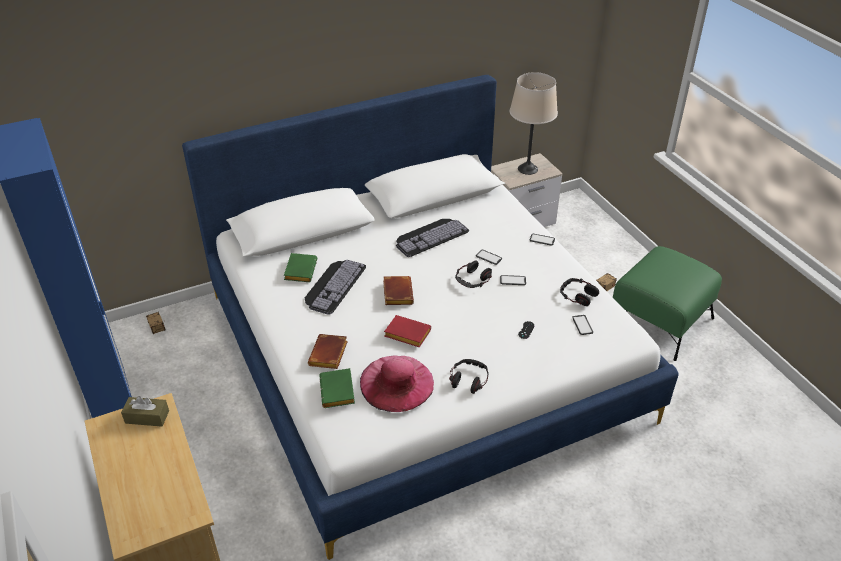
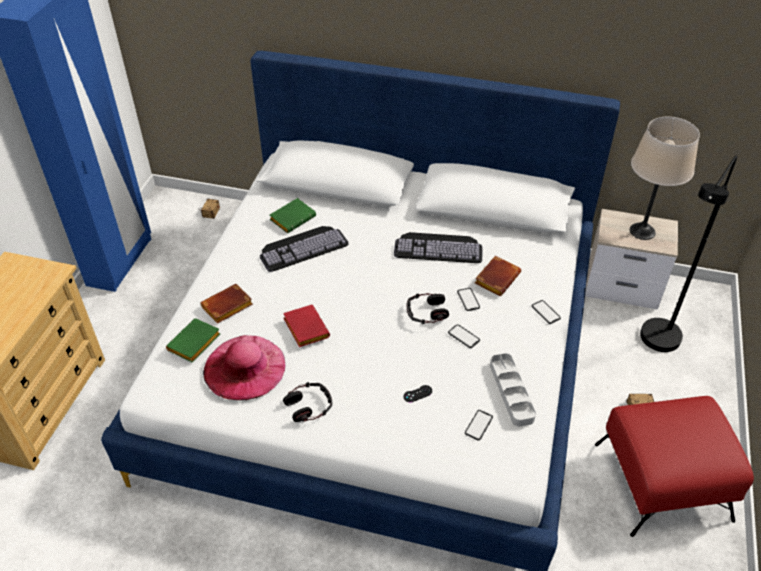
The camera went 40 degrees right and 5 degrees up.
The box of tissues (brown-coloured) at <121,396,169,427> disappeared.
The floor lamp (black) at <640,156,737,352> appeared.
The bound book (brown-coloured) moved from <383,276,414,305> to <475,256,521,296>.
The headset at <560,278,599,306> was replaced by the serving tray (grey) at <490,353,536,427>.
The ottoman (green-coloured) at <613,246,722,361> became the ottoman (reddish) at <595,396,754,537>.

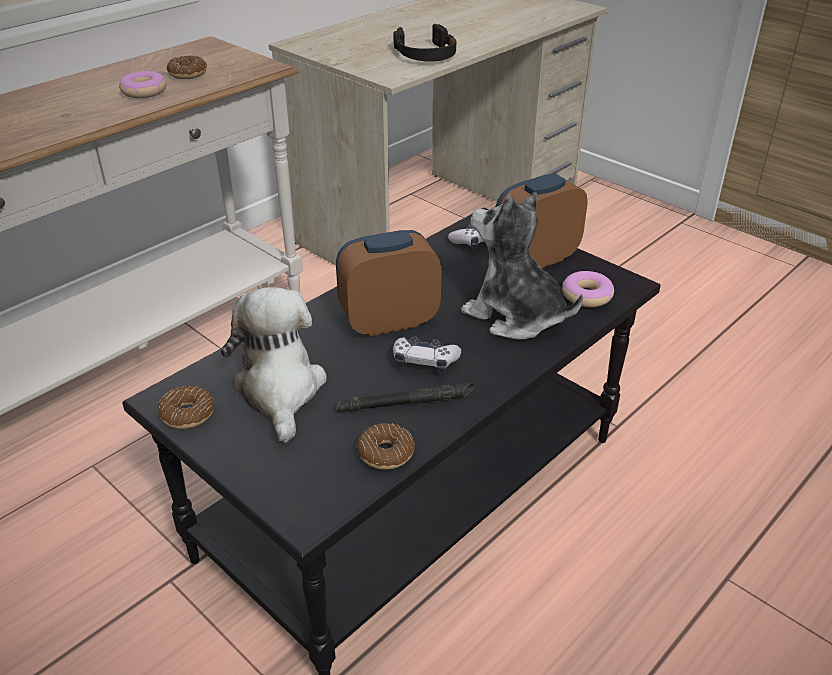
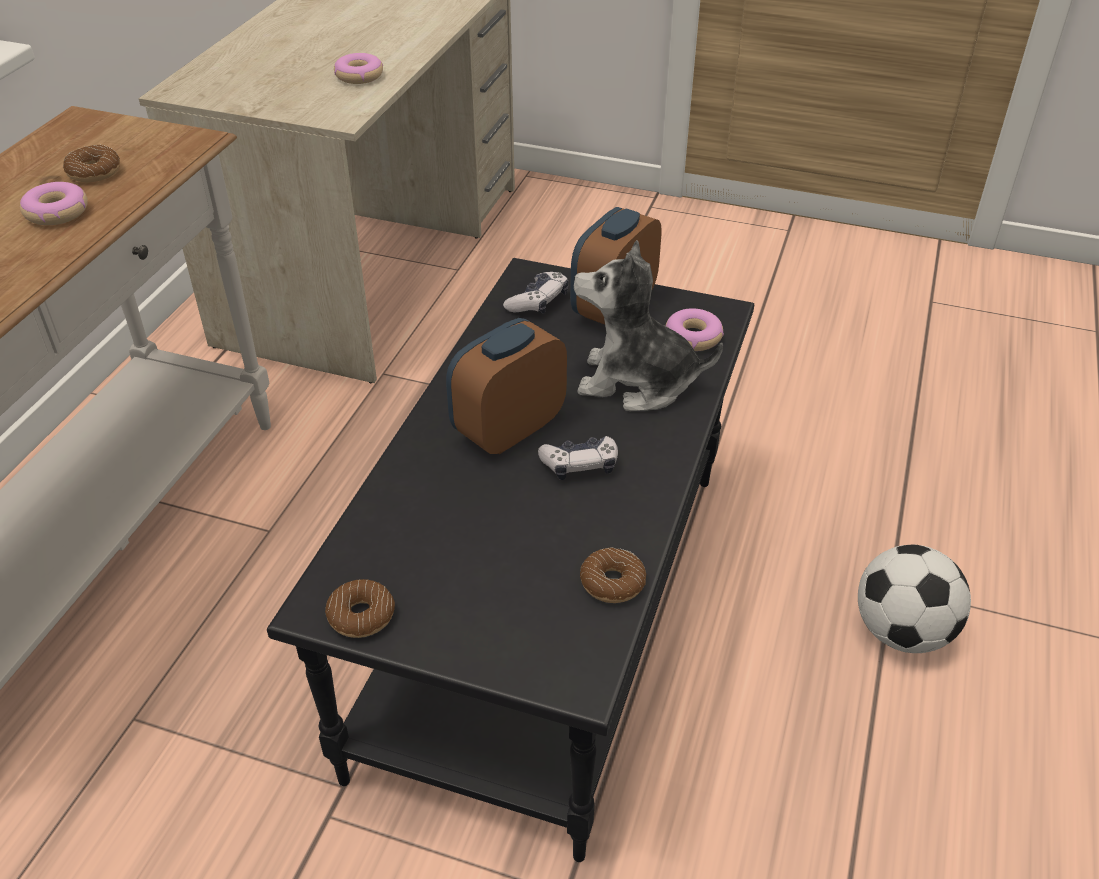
The camera went 25 degrees left and 5 degrees up.
The cuddly toy at <221,287,327,443> disappeared.
The hand torch (black) at <336,382,475,412> disappeared.
The football at <858,545,971,653> appeared.
The headset (black) at <393,24,456,62> was replaced by the ring doughnut at <334,53,383,84>.

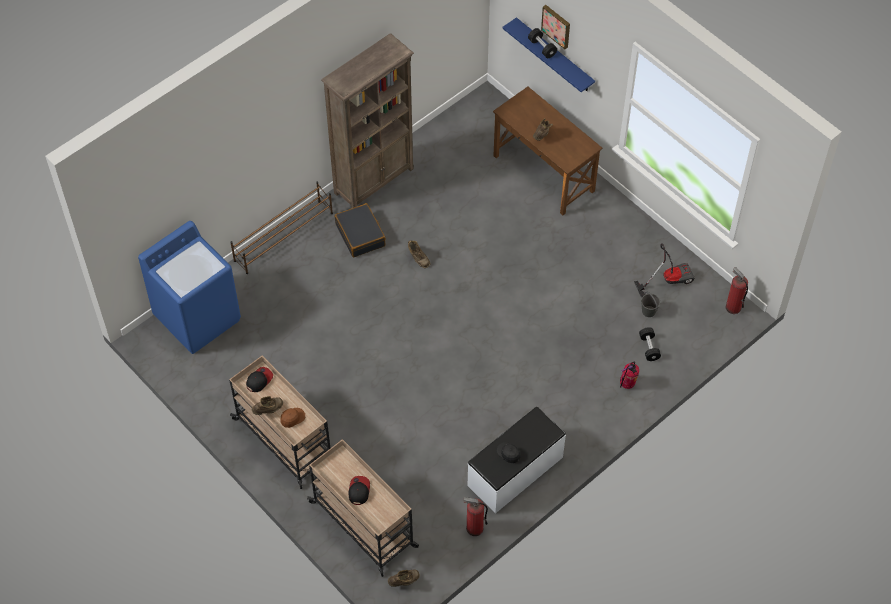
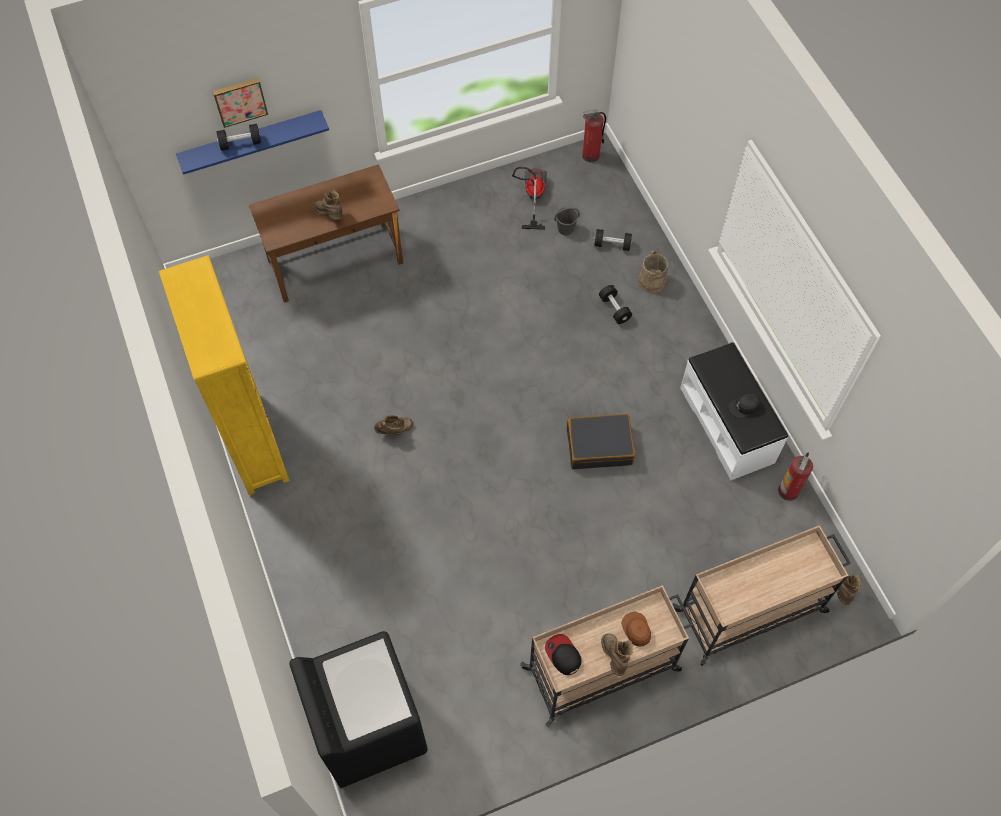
The camera went 70 degrees left and 5 degrees up.
The shoe rack (brown-coloured) at <230,181,333,274> disappeared.
The baseball cap at <348,476,370,505> disappeared.
The dumbbell (black) at <599,285,632,324> appeared.
The travel case (black) moved from <335,203,386,258> to <567,414,635,469>.
The fire extinguisher at <620,362,639,389> was replaced by the water bucket (beige) at <638,250,668,293>.
The washing machine (bluish) at <138,221,241,354> became the washing machine (black) at <289,631,428,789>.
The bookcase (brown-coloured) at <321,33,414,209> became the bookcase (yellowish) at <159,255,290,495>.

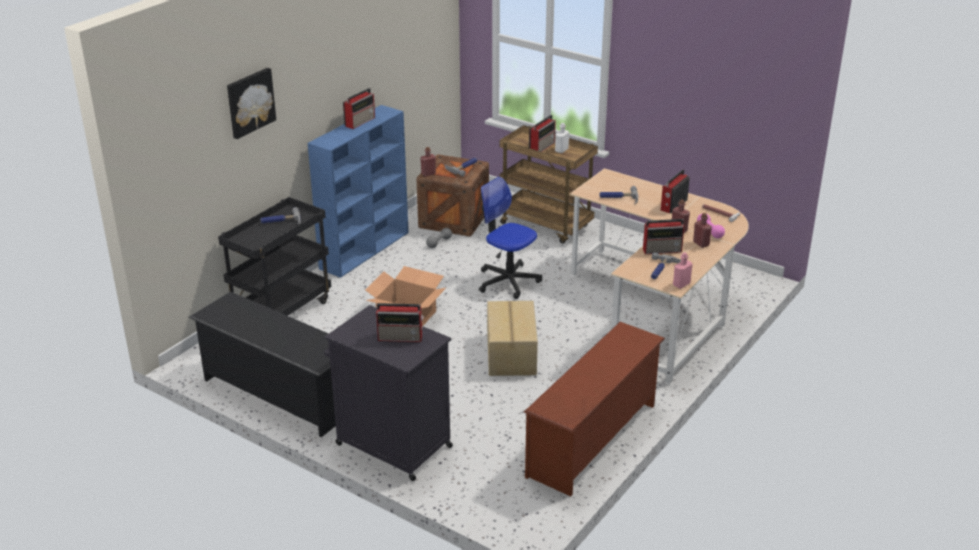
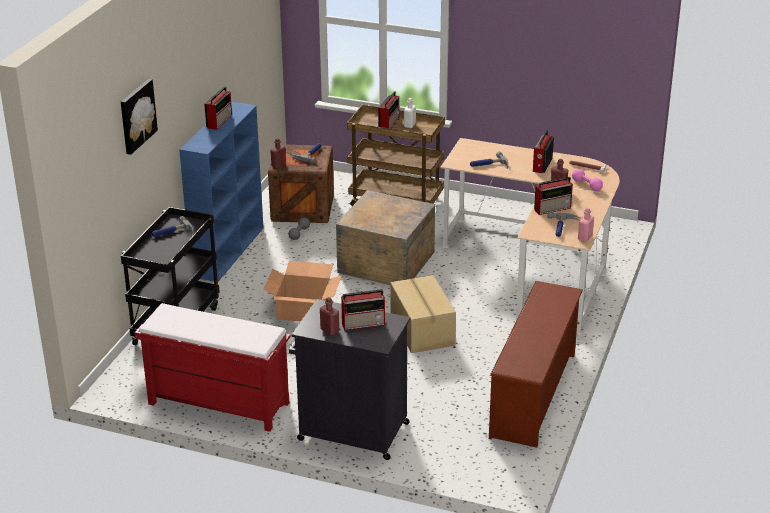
The camera went 15 degrees left and 0 degrees up.
The drink bottle (reddish) moved from <693,213,712,248> to <320,297,339,335>.
The shoe rack (black) at <189,292,336,437> was replaced by the long seat (reddish) at <135,303,291,432>.
The desk chair at <479,177,542,299> was replaced by the crate at <336,190,435,285>.

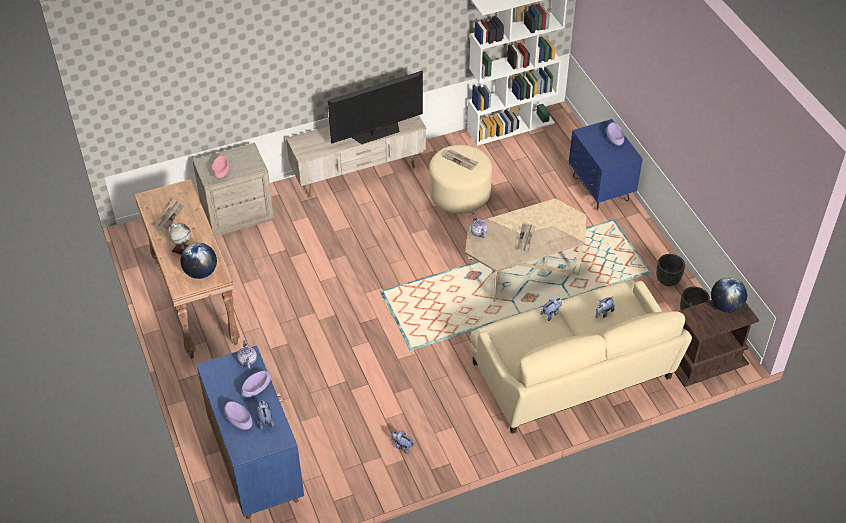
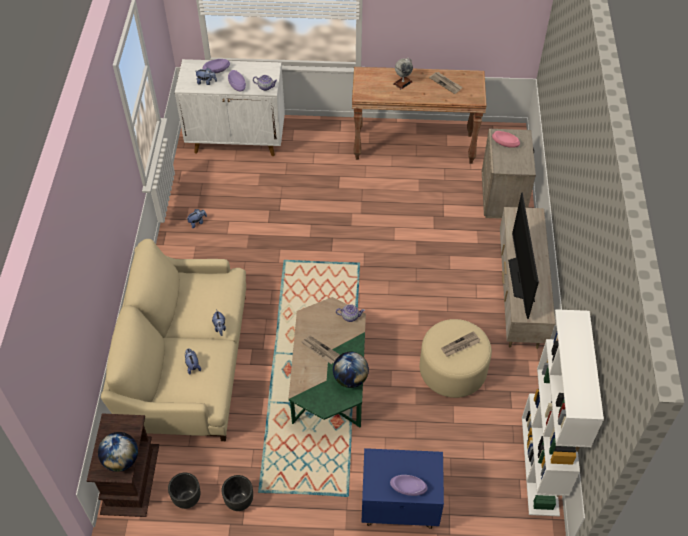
The camera went 115 degrees right and 5 degrees up.
The world globe moved from <180,243,217,279> to <333,352,369,388>.
The storage cabinet (bluish) at <196,345,304,519> became the storage cabinet (white-coloured) at <175,59,285,156>.
The coffee table (beige) at <465,198,586,302> became the coffee table (green-coloured) at <289,297,366,427>.

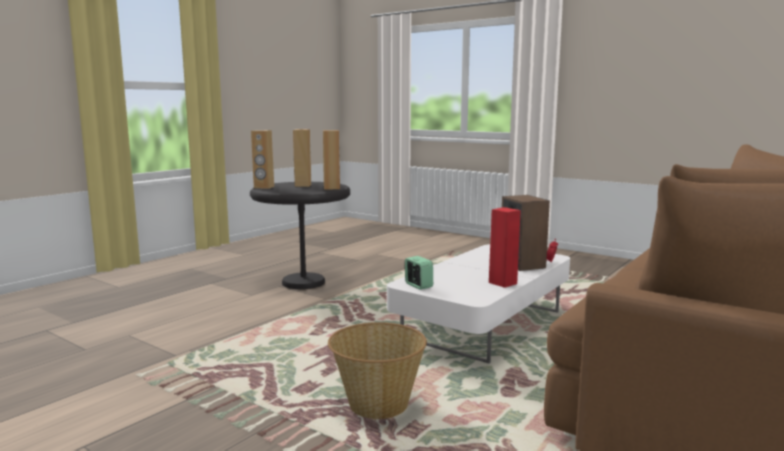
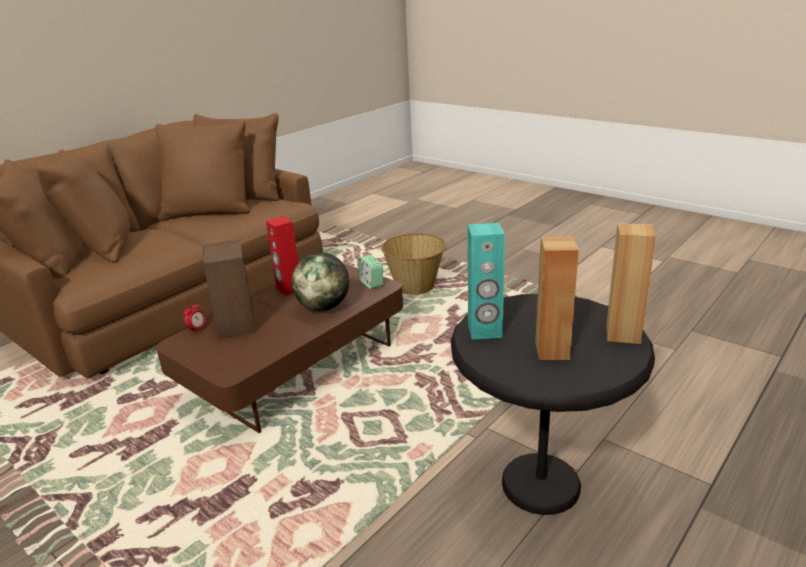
The camera went 175 degrees left and 15 degrees up.
The world globe at <292,252,349,311> appeared.
The loudspeaker (brown-coloured) at <323,130,340,189> became the loudspeaker (turquoise-coloured) at <468,223,505,340>.
The coffee table (white-coloured) at <387,244,570,364> became the coffee table (brown-coloured) at <156,263,403,433>.

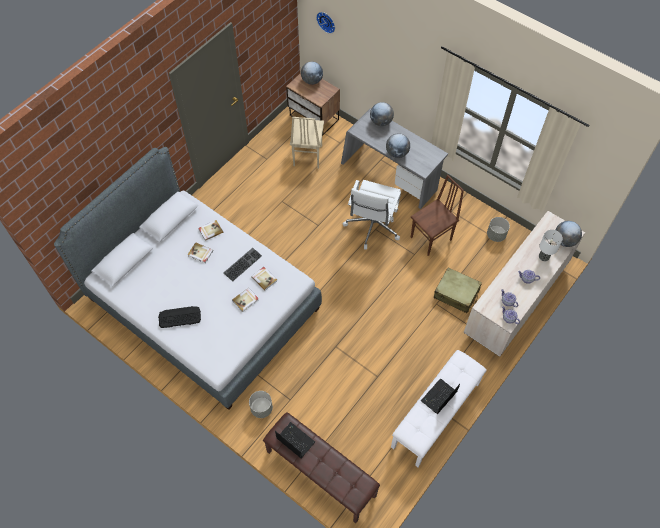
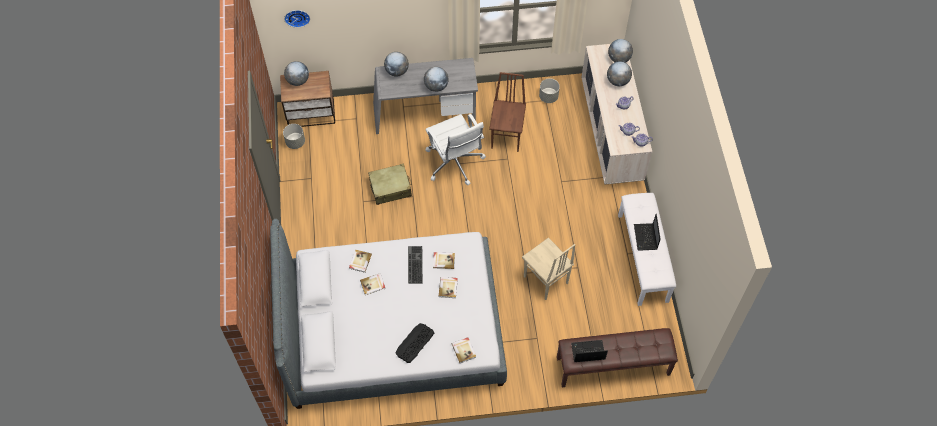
The camera went 45 degrees left and 0 degrees up.
The bound book at <452,338,476,363> appeared.
The planter (grey) moved from <249,391,273,418> to <283,124,305,149>.
The upright chair (beige) moved from <290,117,324,168> to <522,237,575,300>.
The travel case (beige) moved from <434,268,482,313> to <368,164,412,205>.
The tabletop lamp at <539,230,563,261> was replaced by the world globe at <607,61,632,86>.

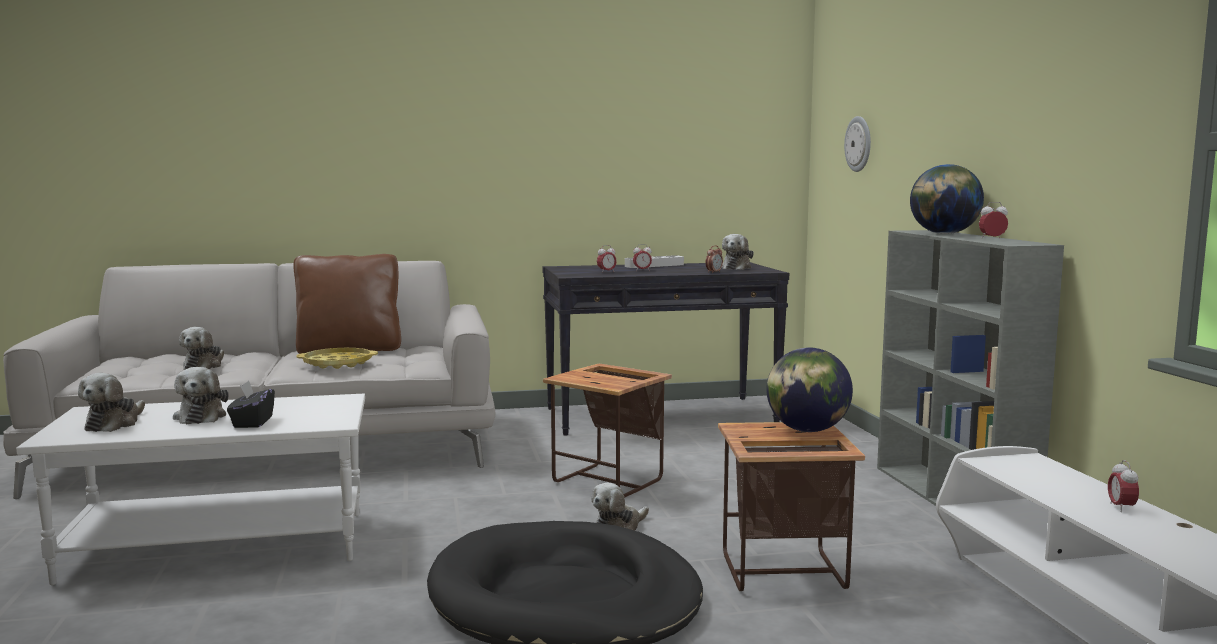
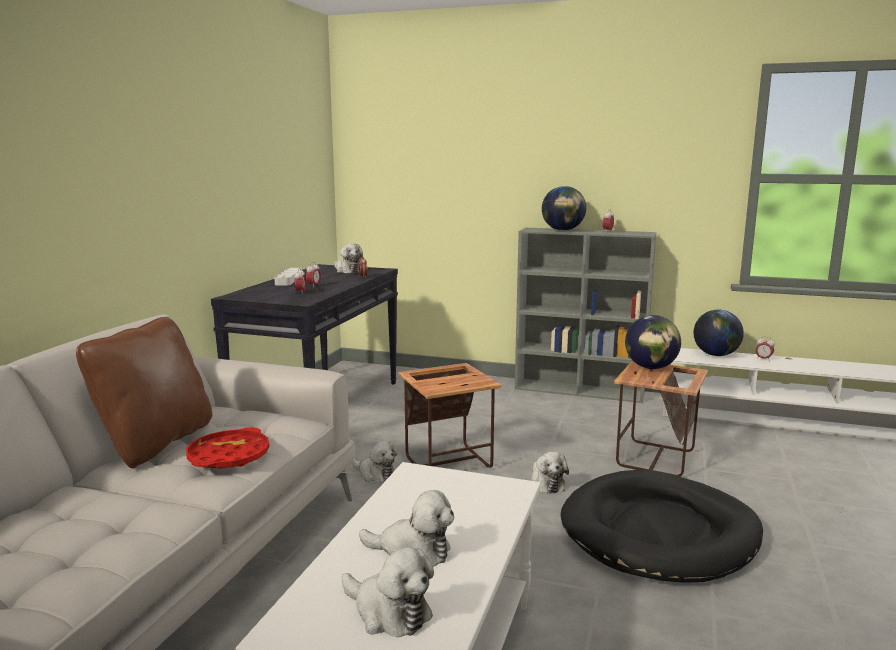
The camera went 60 degrees left and 5 degrees up.
The box of tissues (black) at <227,381,275,428> disappeared.
The wall clock at <844,116,871,172> disappeared.
The world globe at <694,310,744,356> appeared.
The cuddly toy moved from <179,327,224,370> to <352,441,398,483>.
The serving tray (yellowish) at <296,348,378,369> became the serving tray (reddish) at <186,427,270,469>.

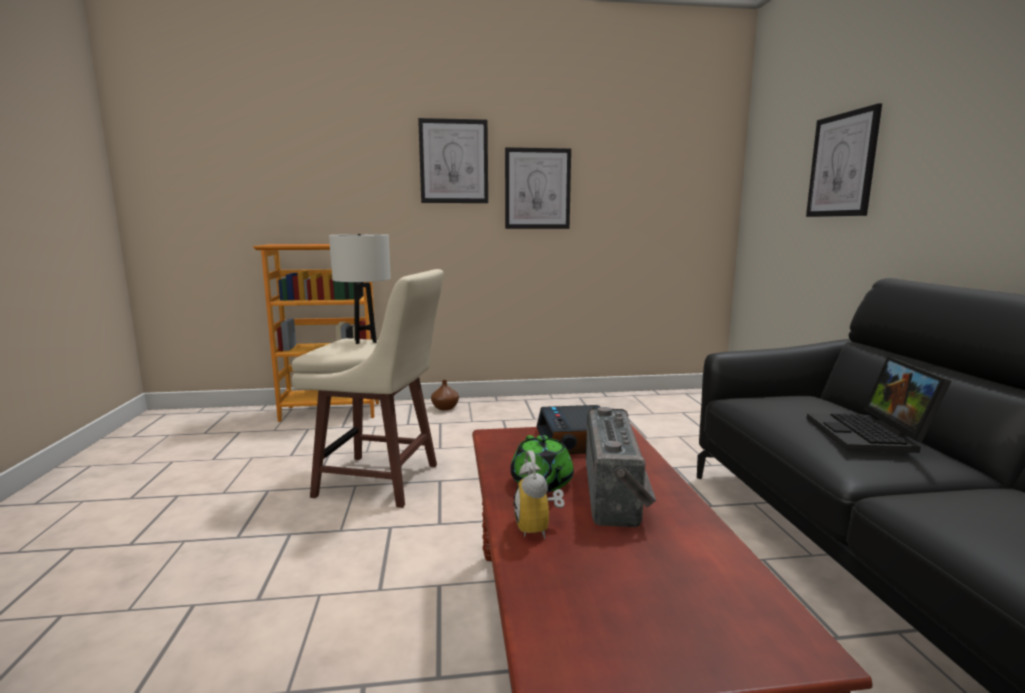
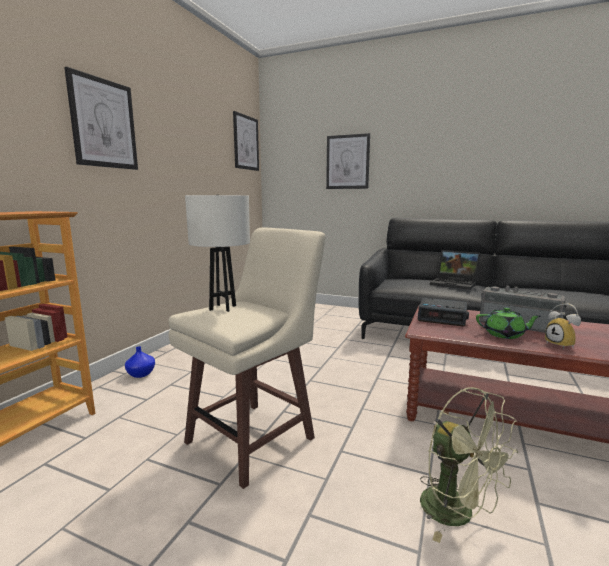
The camera went 60 degrees left and 0 degrees up.
The cooling fan (green-coloured) at <420,387,518,543> appeared.
The wall art moved from <505,147,571,229> to <233,111,259,171>.
The flower vase (brown-coloured) at <431,380,459,410> became the flower vase (bluish) at <125,346,155,378>.
The bedside clock at <513,450,564,539> turned 45 degrees clockwise.

